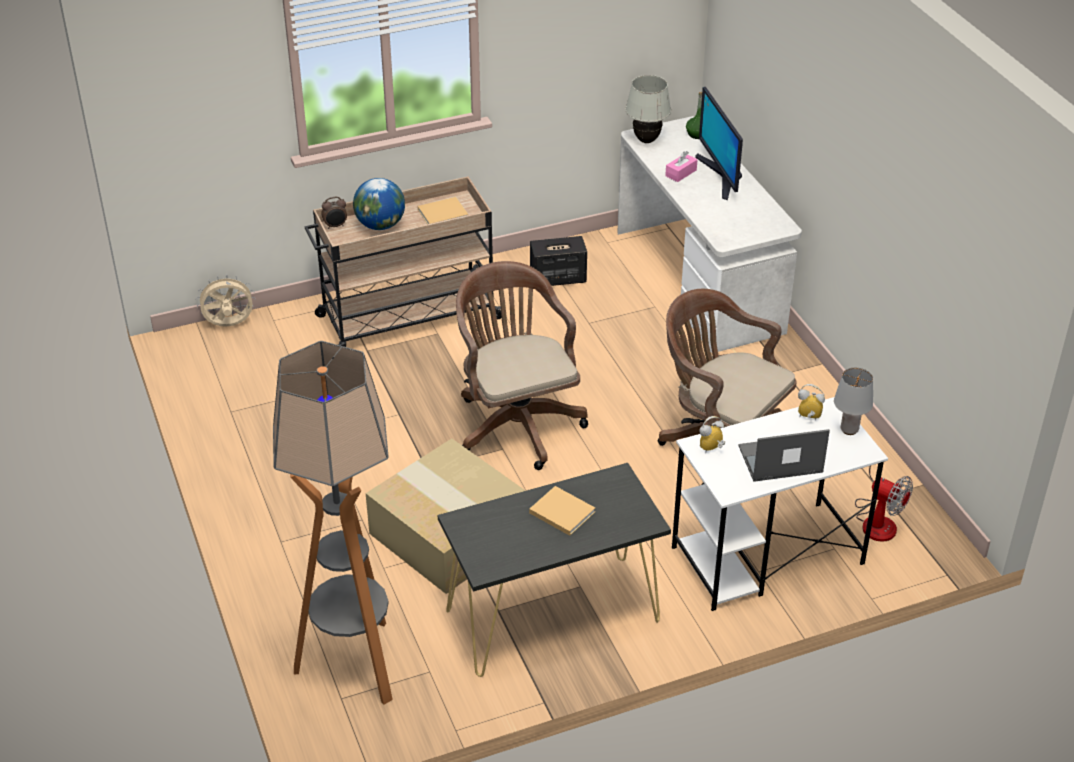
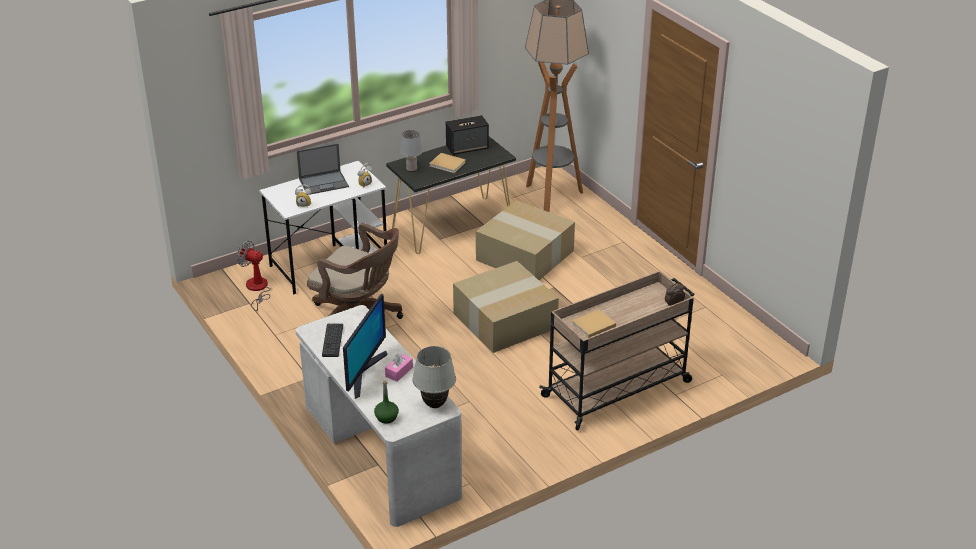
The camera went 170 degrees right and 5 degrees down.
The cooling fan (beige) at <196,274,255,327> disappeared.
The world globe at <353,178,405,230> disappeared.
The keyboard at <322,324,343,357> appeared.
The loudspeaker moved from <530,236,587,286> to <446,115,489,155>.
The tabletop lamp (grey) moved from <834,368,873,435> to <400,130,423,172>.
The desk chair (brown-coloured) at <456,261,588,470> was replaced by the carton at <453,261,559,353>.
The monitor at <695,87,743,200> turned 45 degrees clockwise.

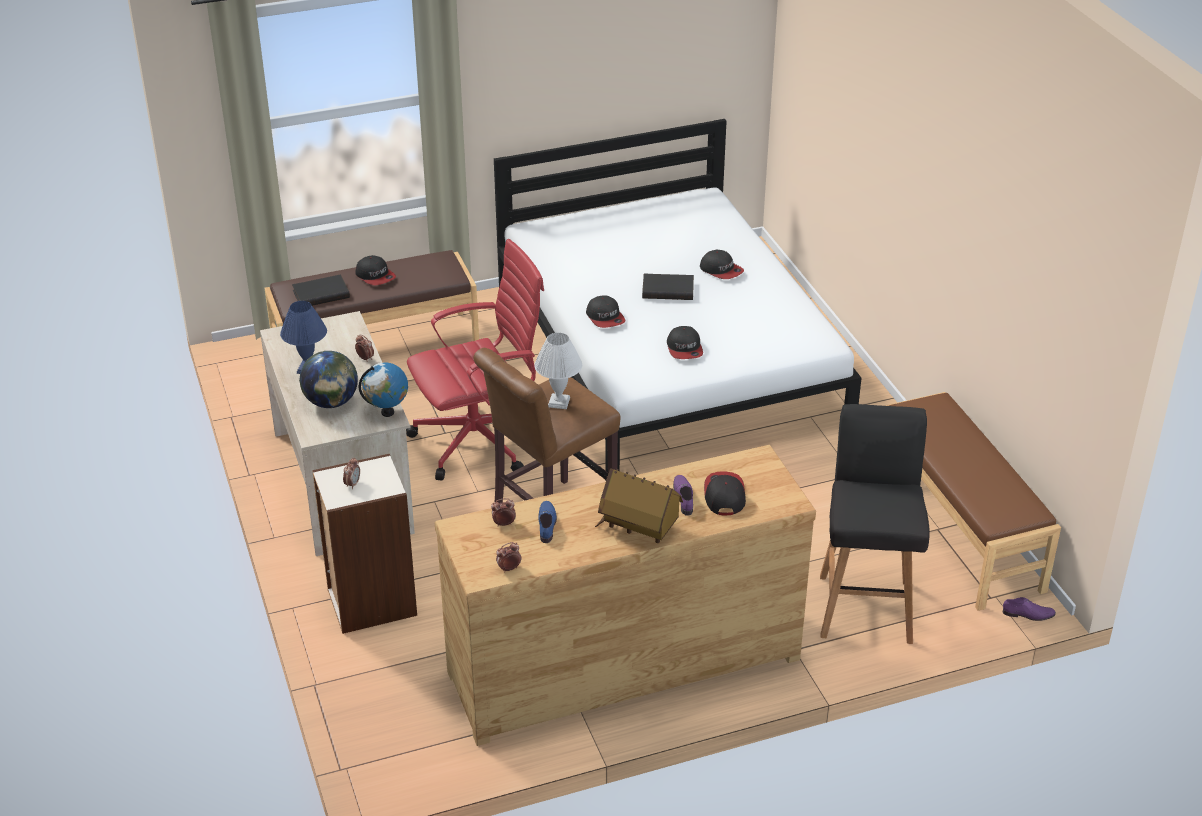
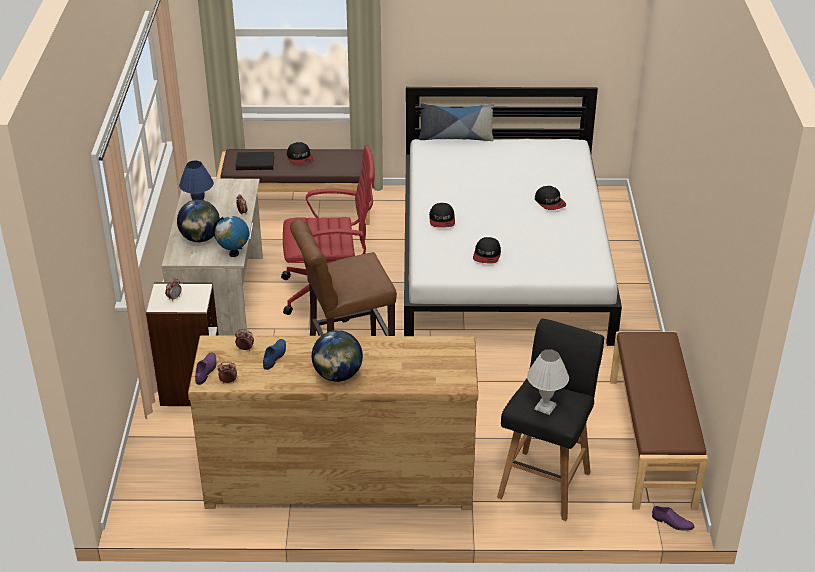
The camera went 20 degrees right and 0 degrees up.
The bound book (black) at <642,273,694,300> disappeared.
The baseball cap at <704,471,746,515> disappeared.
The cushion at <419,103,494,141> appeared.
The tabletop lamp (white-coloured) moved from <534,333,582,409> to <527,349,569,415>.
The low shoe (purple) moved from <673,475,693,516> to <195,353,217,385>.
The toy house at <595,468,683,543> was replaced by the world globe at <312,330,363,382>.

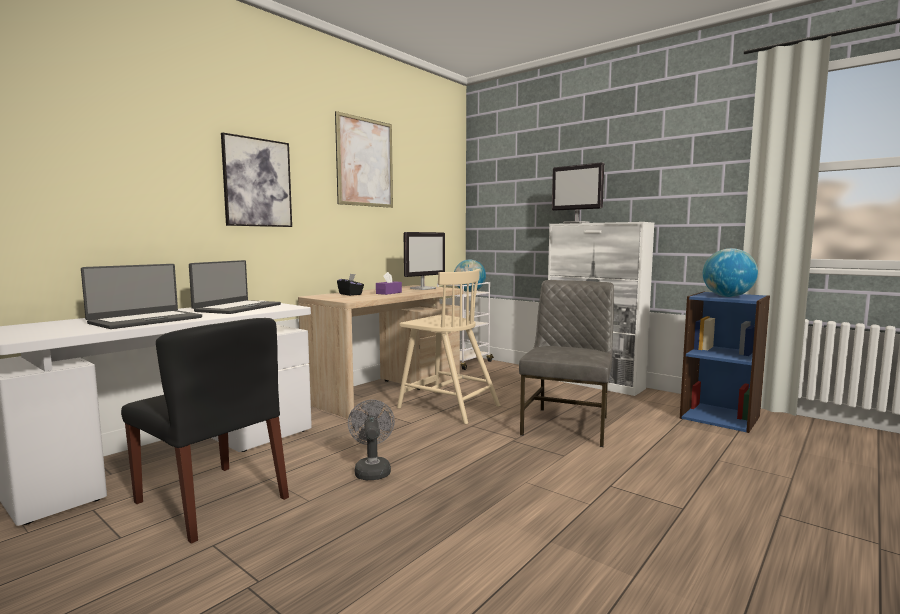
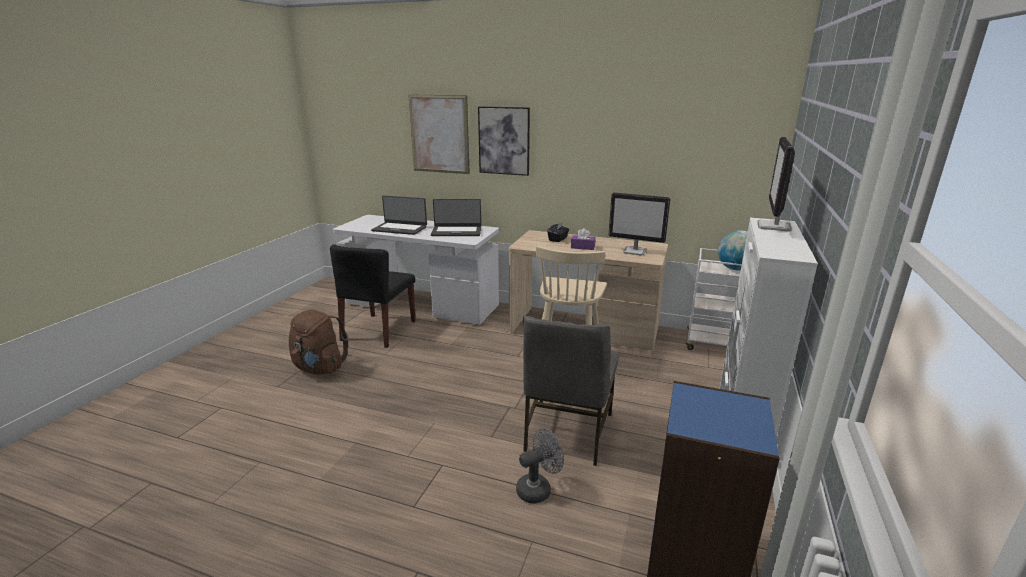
The camera went 70 degrees right and 15 degrees up.
The world globe at <703,248,758,297> disappeared.
The rucksack (brown-coloured) at <289,310,349,375> appeared.
The wall art moved from <335,111,393,208> to <409,94,470,174>.
The cooling fan (grey) moved from <348,400,395,480> to <516,428,564,504>.
The upright chair (grey) at <519,280,614,447> turned 105 degrees clockwise.

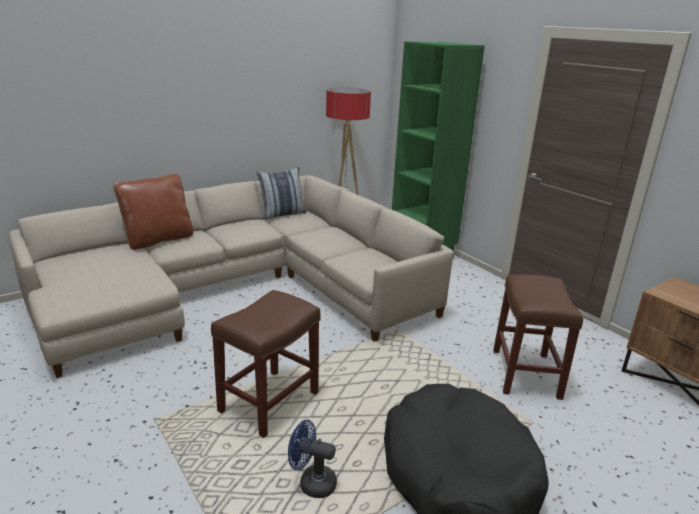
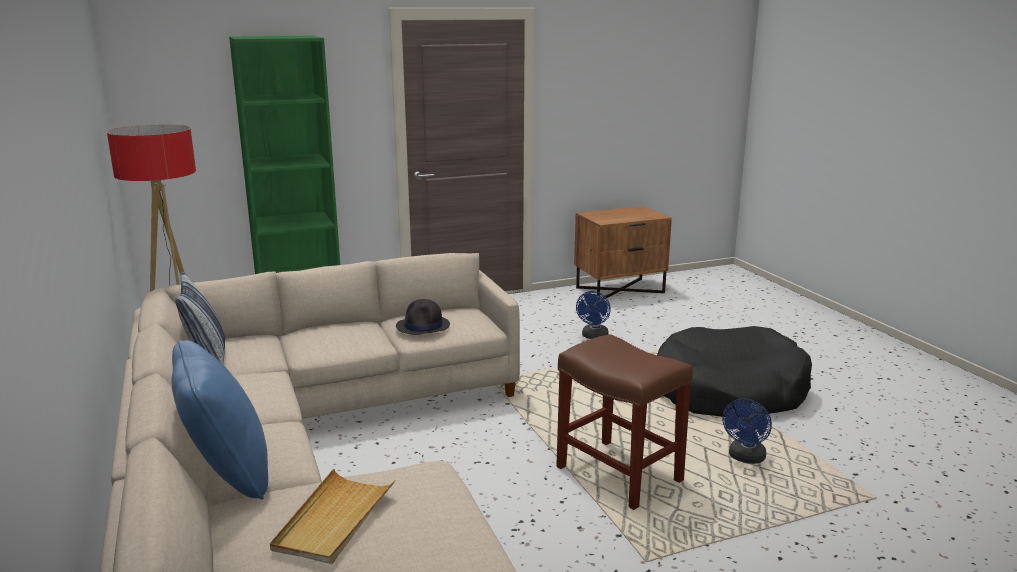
The camera went 75 degrees left and 5 degrees down.
The serving tray (beige) at <270,469,395,564> appeared.
The clothing hat (black) at <396,299,450,335> appeared.
The sitting stool (brown-coloured) at <493,274,583,400> was replaced by the cooling fan (bluish) at <576,291,611,339>.
The cushion (brown-coloured) at <114,174,193,250> became the cushion (bluish) at <172,340,268,499>.

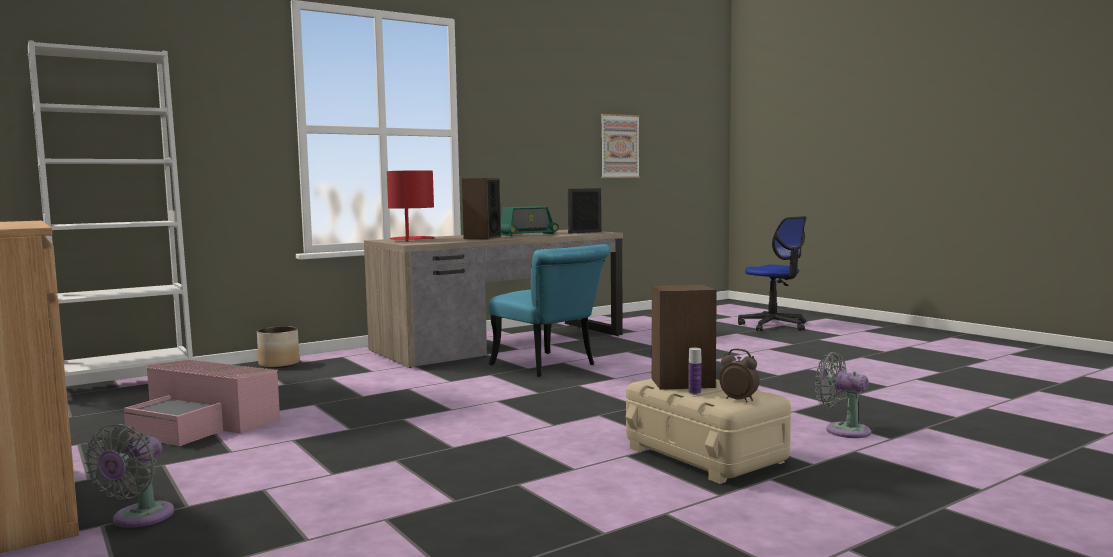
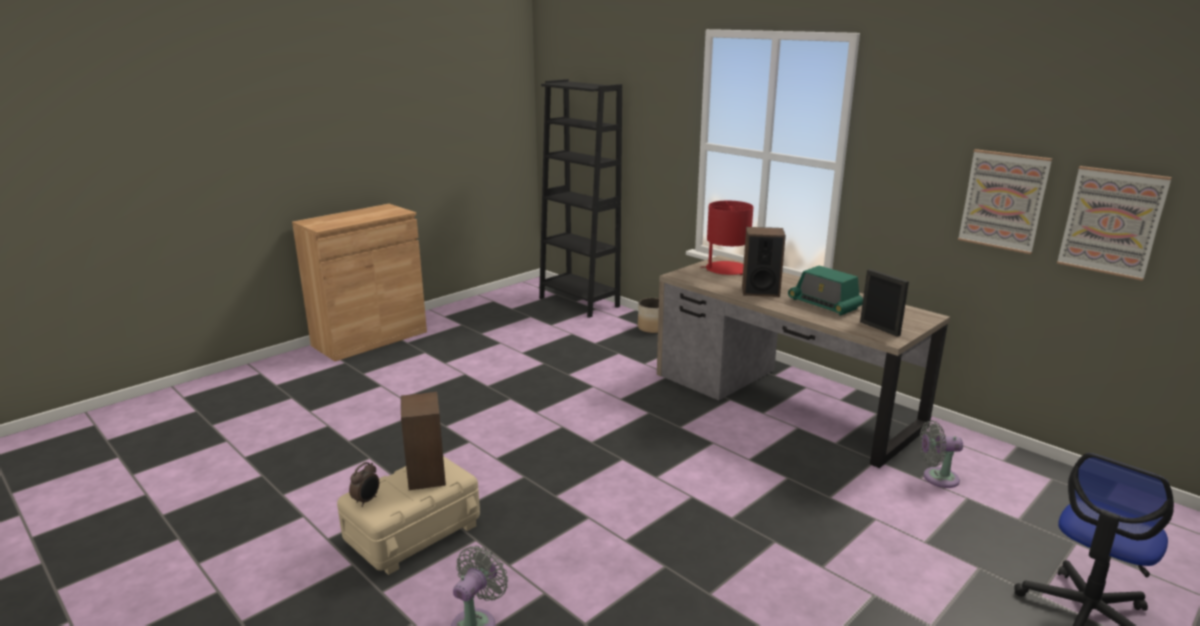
The camera went 80 degrees right and 15 degrees up.
The storage bin (pink) at <124,360,280,446> disappeared.
The upright chair (turquoise-coloured) at <489,244,611,377> disappeared.
The drink bottle at <689,348,702,395> disappeared.
The wall art at <958,149,1053,254> appeared.
The cooling fan (grey) moved from <84,424,174,528> to <919,420,963,488>.
The bookcase (white-coloured) at <28,40,193,376> became the bookcase (black) at <539,79,622,318>.

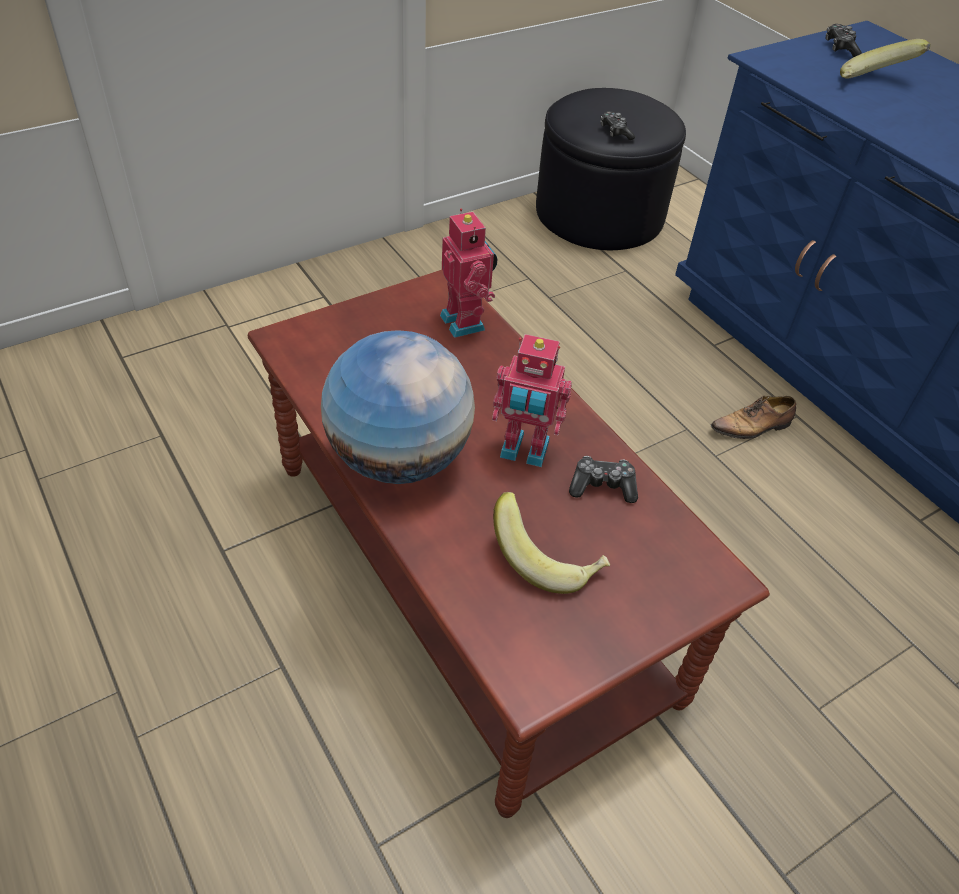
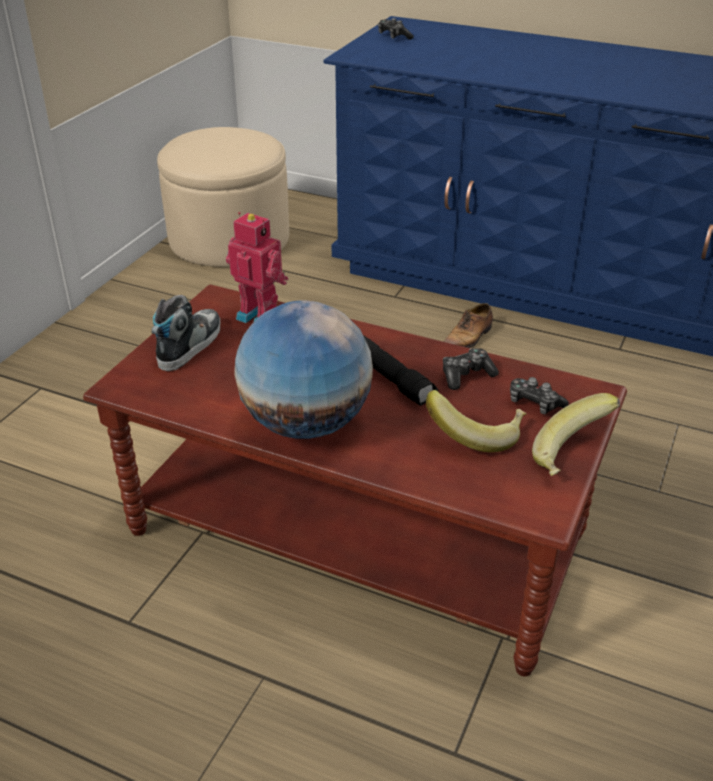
The camera went 30 degrees left and 10 degrees down.
The low shoe at <152,295,220,371> appeared.
The gamepad moved from <601,111,635,140> to <510,377,569,414>.
The banana fruit moved from <840,39,931,79> to <532,393,620,476>.
The model robot at <492,334,572,467> was replaced by the hand torch (black) at <363,335,439,406>.
The ottoman (black) at <536,88,686,250> became the ottoman (beige) at <157,127,289,267>.

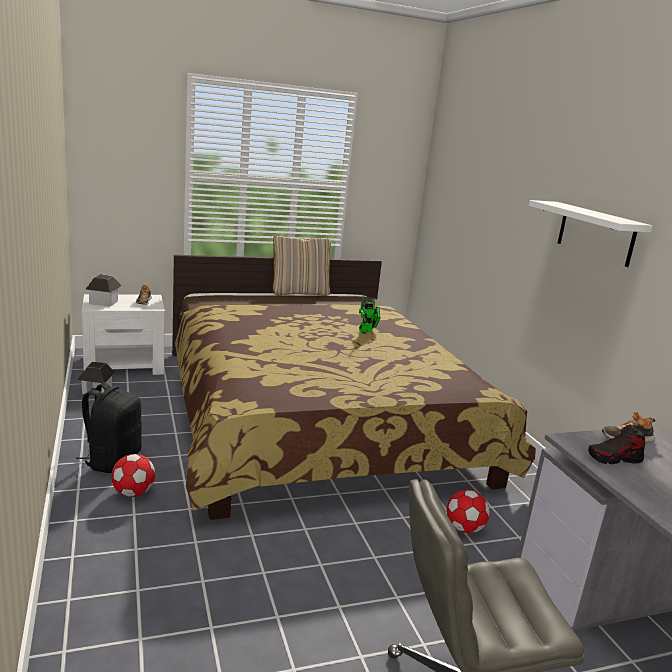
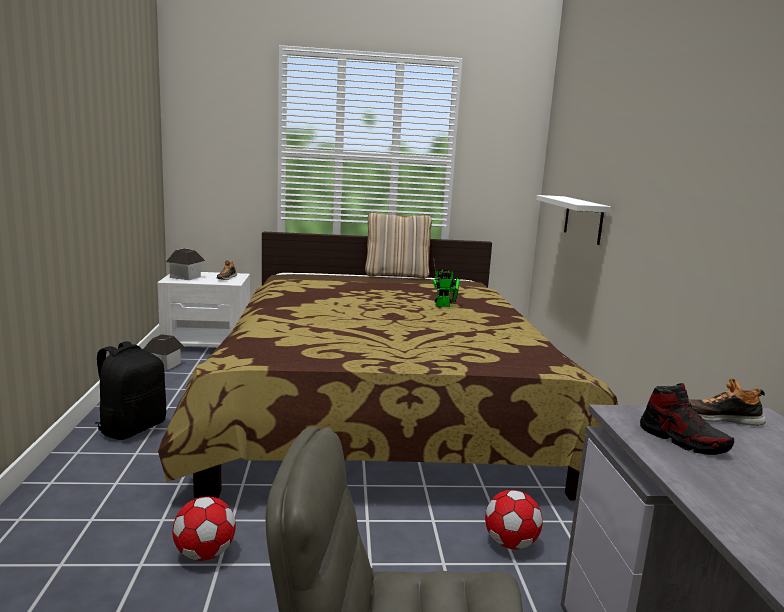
The camera went 15 degrees right and 5 degrees down.
The football moved from <111,454,155,497> to <172,496,236,561>.
The wall shelf (white-coloured) moved from <529,200,653,267> to <536,195,611,245>.
The low shoe at <588,424,645,464> turned 135 degrees counterclockwise.

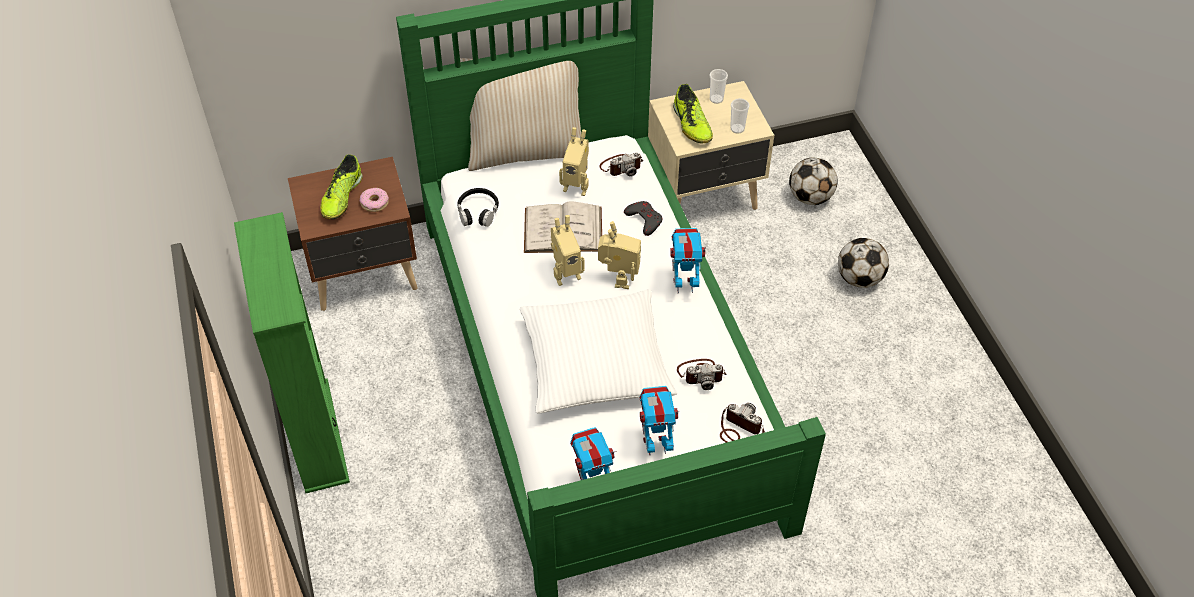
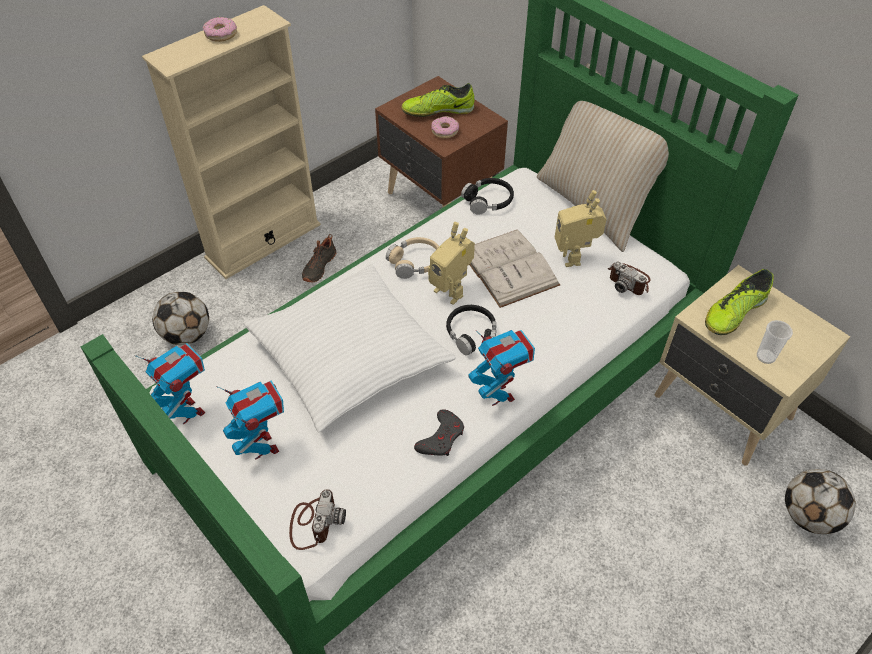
The camera went 65 degrees right and 0 degrees up.
The still camera at <677,359,726,390> disappeared.
The small cup at <710,69,728,104> disappeared.
The ring doughnut at <203,17,237,42> appeared.
The low shoe (black) at <302,234,336,282> appeared.
The headset (beige) at <386,237,439,279> appeared.
The gamepad (grey) moved from <624,201,663,236> to <414,409,464,456>.
The football moved from <838,238,889,288> to <152,292,209,345>.
The model robot at <598,221,641,289> was replaced by the headset (black) at <446,305,496,356>.
The bookcase (green-coloured) at <234,212,350,493> became the bookcase (beige) at <142,5,321,279>.

